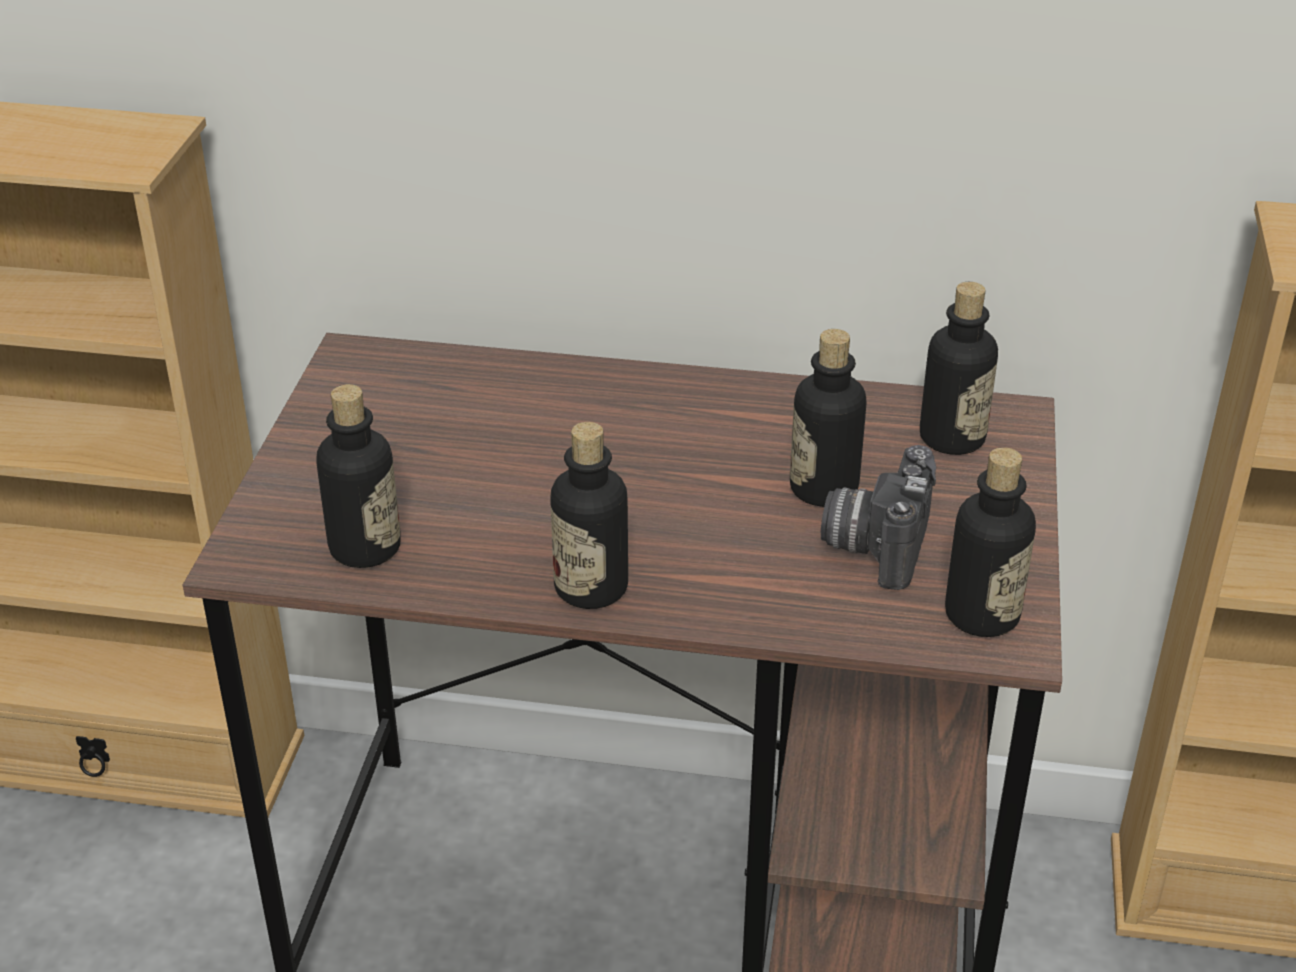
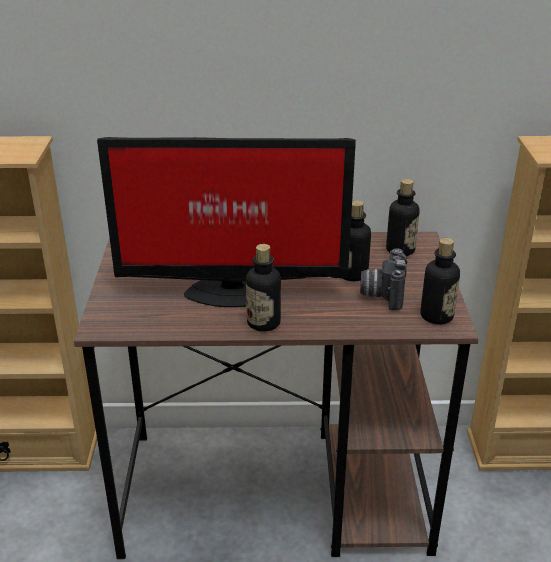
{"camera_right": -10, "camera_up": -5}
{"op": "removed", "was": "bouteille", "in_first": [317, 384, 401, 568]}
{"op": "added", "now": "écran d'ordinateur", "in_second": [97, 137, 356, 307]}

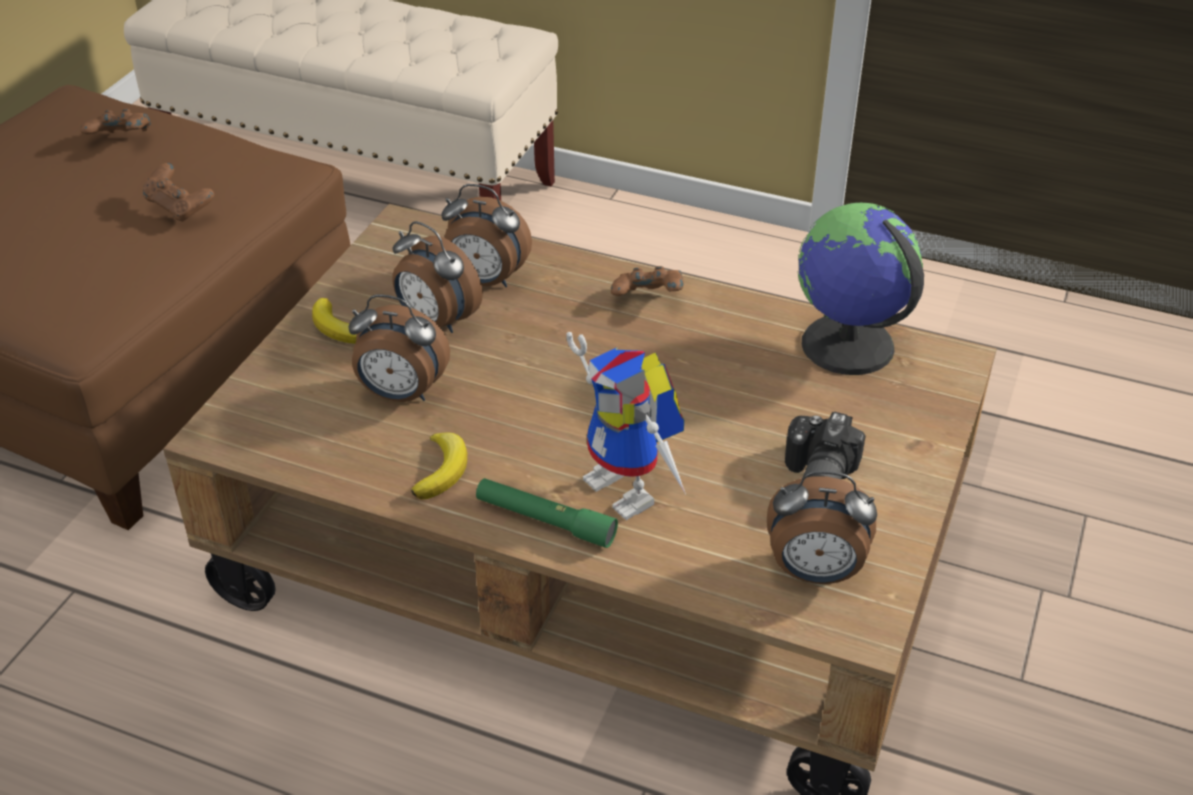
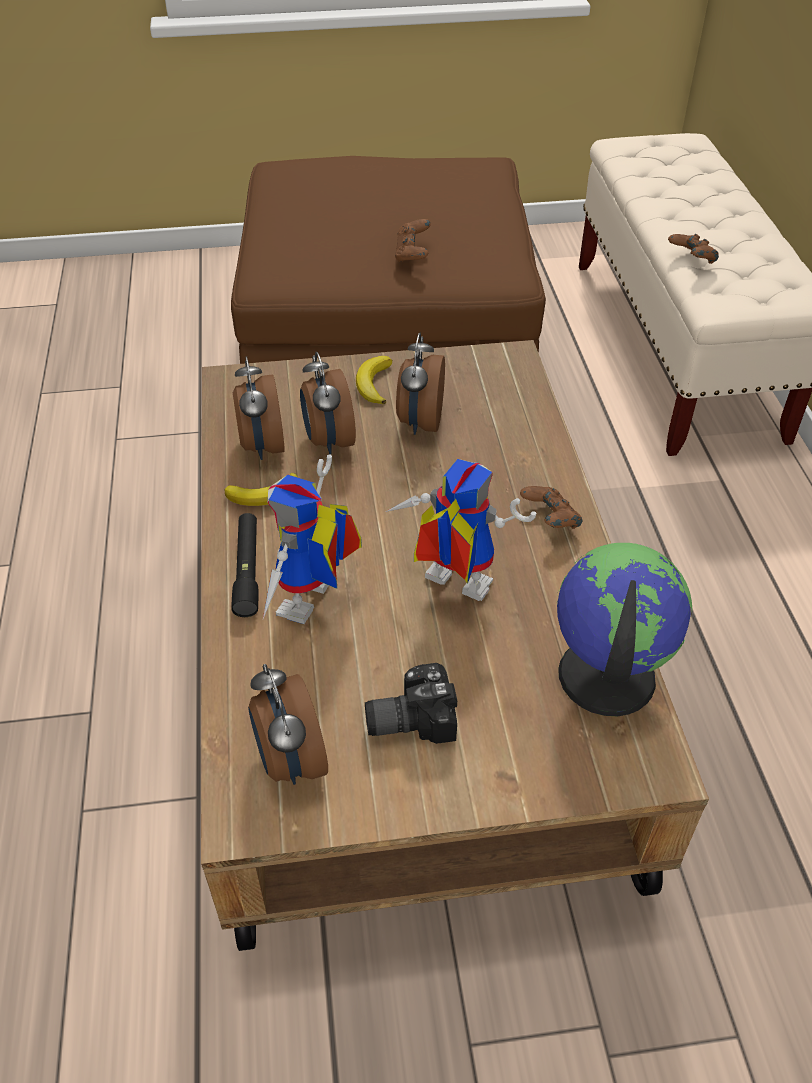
{"camera_right": 60, "camera_up": 5}
{"op": "moved", "was": "manette [marron]", "in_first": [80, 109, 151, 135], "in_second": [668, 234, 719, 264]}
{"op": "moved", "was": "réveil", "in_first": [441, 184, 532, 287], "in_second": [233, 356, 285, 460]}
{"op": "recoloured", "was": "lampe de poche [vert]", "now": "lampe de poche [noir]", "in_first": [476, 478, 618, 548], "in_second": [231, 513, 258, 617]}
{"op": "added", "now": "robot jouet", "in_second": [386, 459, 536, 601]}

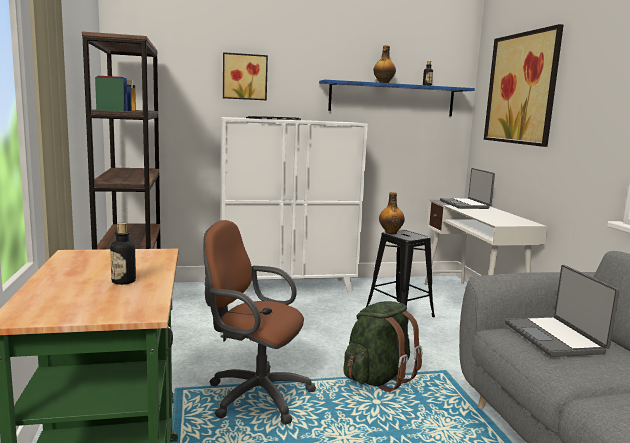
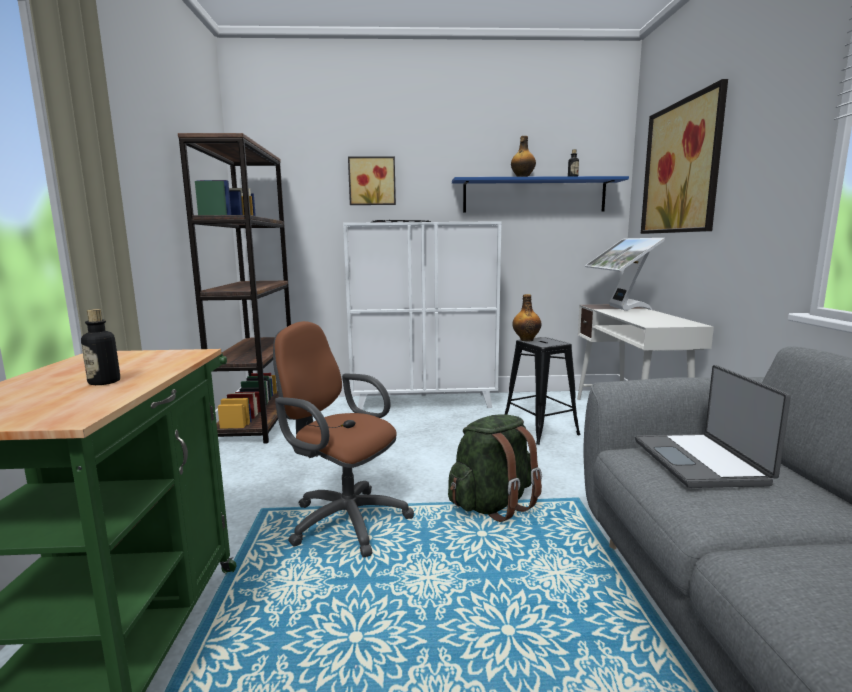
{"camera_right": 10, "camera_up": 0}
{"op": "replaced", "was": "ordinateur portable", "now": "écran d'ordinateur", "in_first": [440, 168, 495, 209], "in_second": [585, 238, 665, 311]}

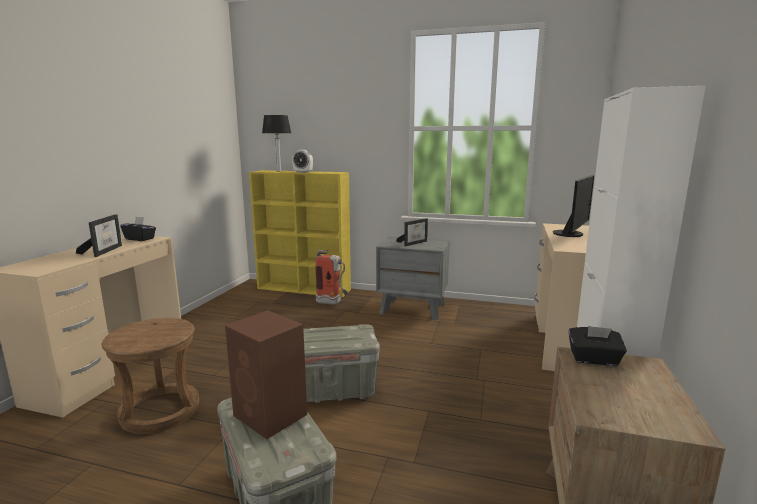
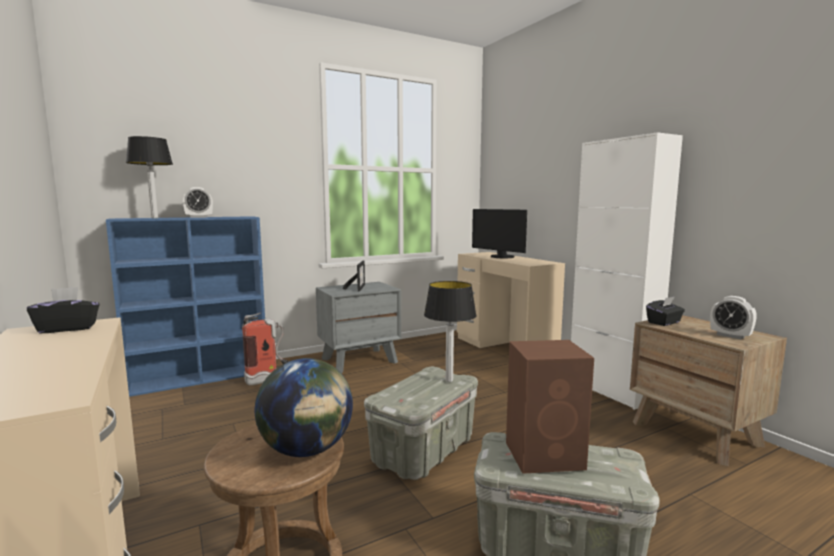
{"camera_right": -45, "camera_up": -5}
{"op": "removed", "was": "cadre photo", "in_first": [76, 214, 122, 257]}
{"op": "recoloured", "was": "bibliothèque [jaune]", "now": "bibliothèque [bleu]", "in_first": [249, 170, 351, 298], "in_second": [106, 216, 265, 397]}
{"op": "turned", "was": "écran d'ordinateur", "in_first": [553, 175, 594, 237], "in_second": [472, 209, 527, 258], "clockwise": 150}
{"op": "added", "now": "globe", "in_second": [255, 358, 353, 457]}
{"op": "added", "now": "lampe de table", "in_second": [424, 281, 477, 382]}
{"op": "added", "now": "réveil", "in_second": [710, 296, 757, 340]}

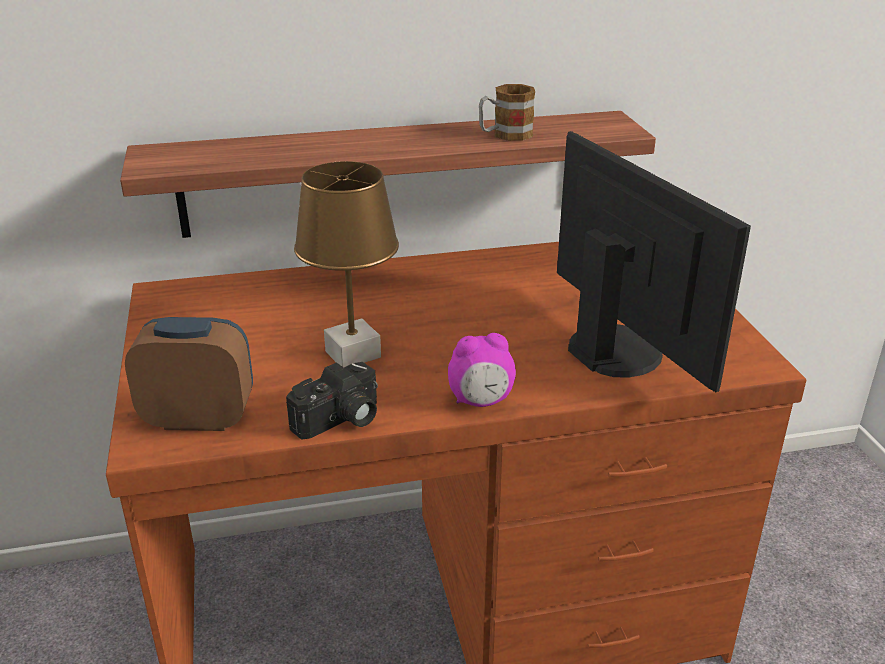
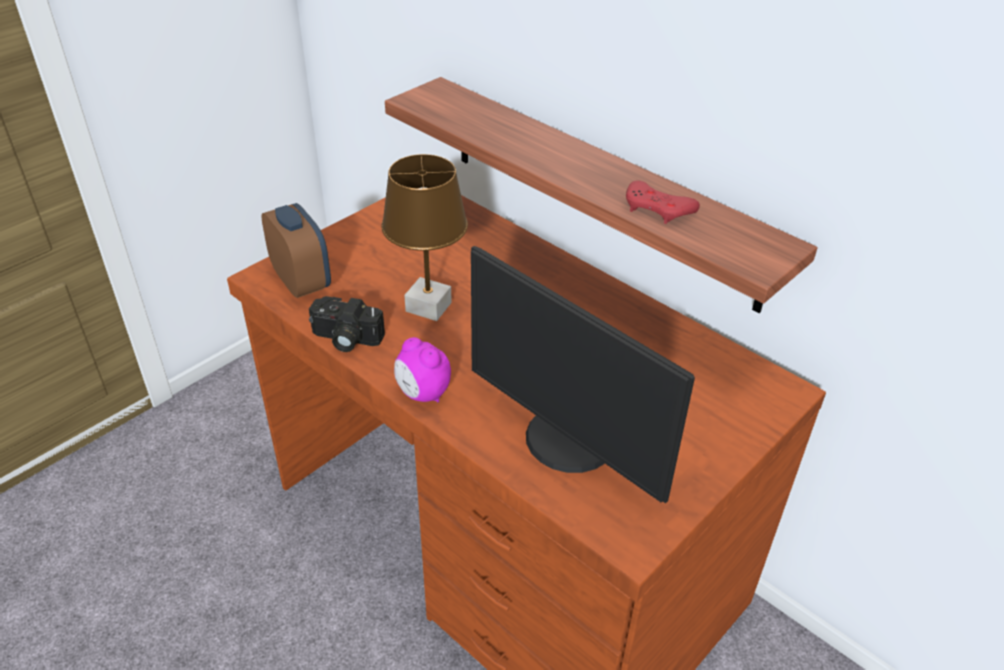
{"camera_right": 55, "camera_up": 10}
{"op": "replaced", "was": "mug", "now": "manette [rouge]", "in_first": [479, 84, 535, 141], "in_second": [626, 181, 700, 224]}
{"op": "turned", "was": "écran d'ordinateur", "in_first": [557, 131, 751, 392], "in_second": [471, 246, 695, 503], "clockwise": 105}

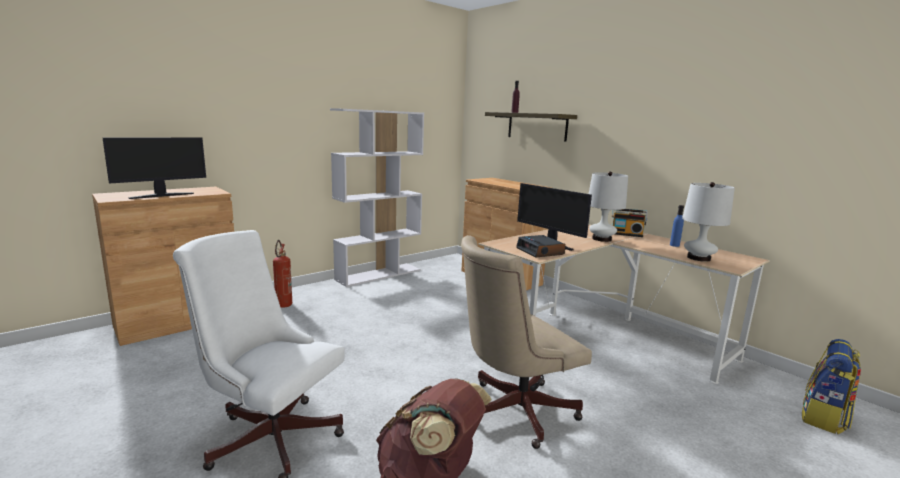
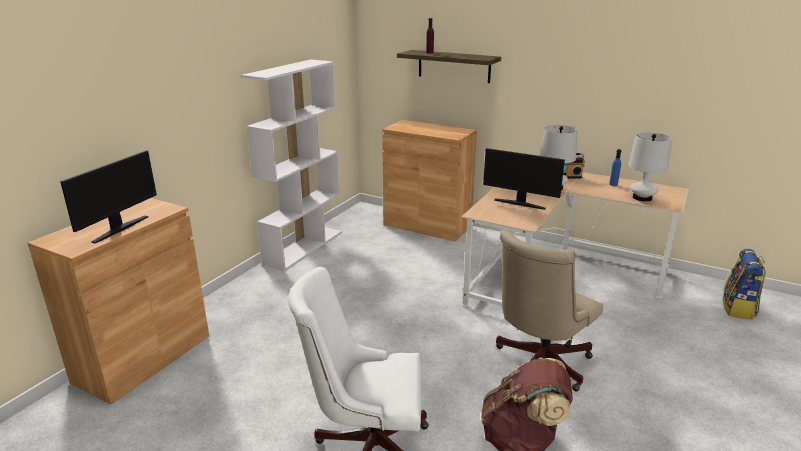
{"camera_right": -20, "camera_up": 10}
{"op": "removed", "was": "extincteur", "in_first": [273, 240, 292, 308]}
{"op": "removed", "was": "réveil", "in_first": [516, 235, 566, 258]}

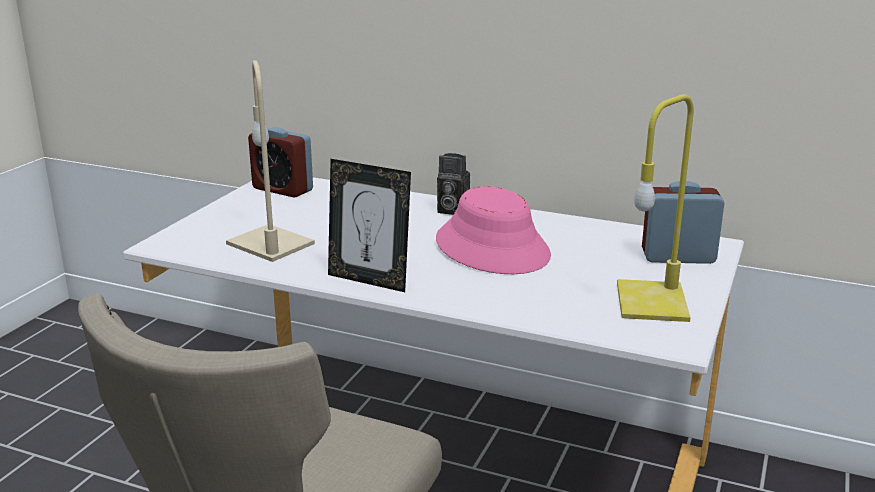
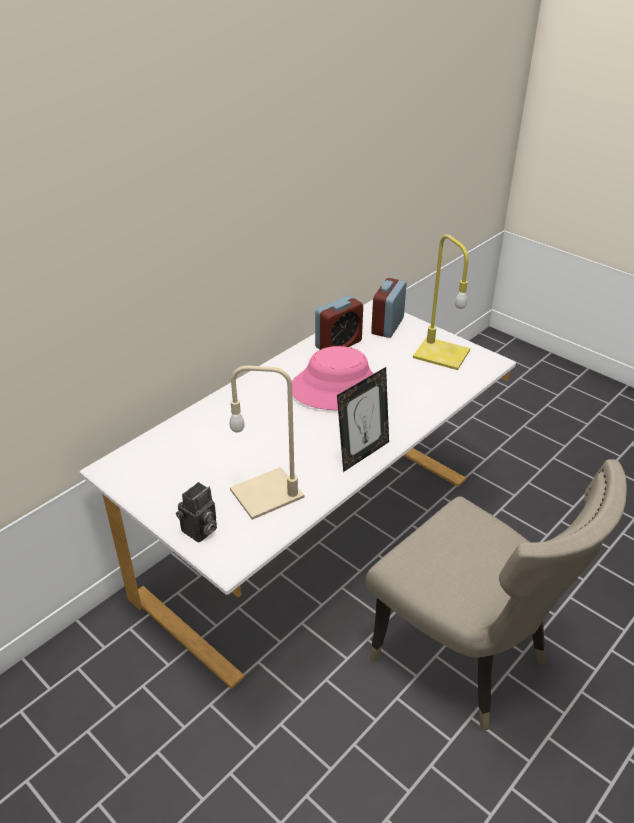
{"camera_right": -70, "camera_up": 15}
{"op": "moved", "was": "réveil", "in_first": [248, 127, 313, 198], "in_second": [315, 296, 363, 350]}
{"op": "moved", "was": "appareil photo", "in_first": [437, 153, 470, 215], "in_second": [176, 482, 217, 543]}

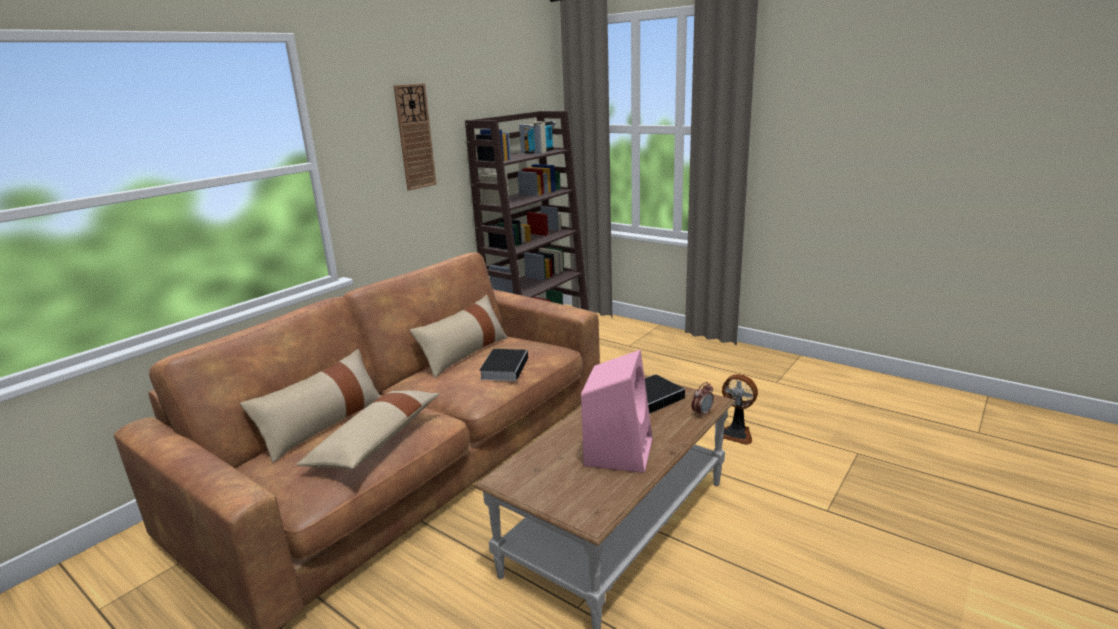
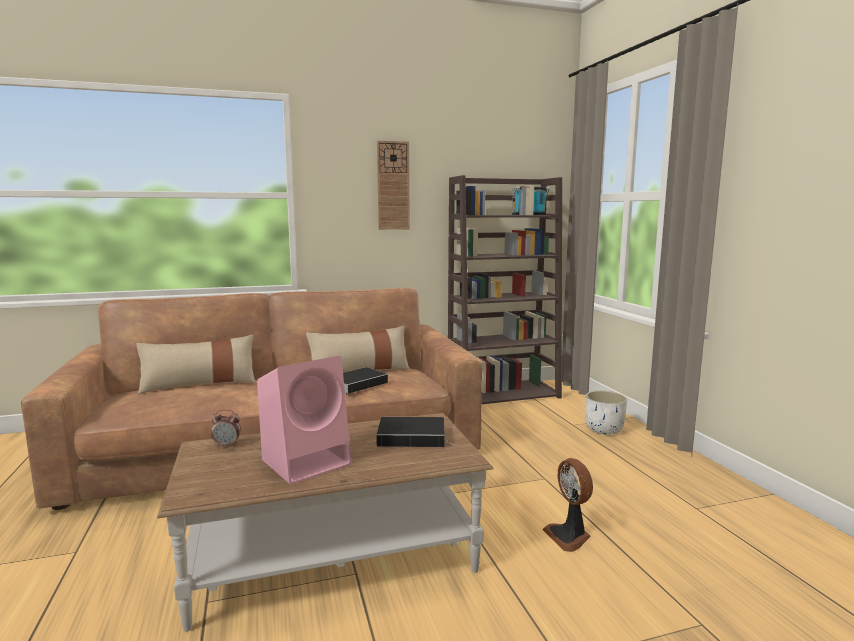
{"camera_right": 35, "camera_up": -10}
{"op": "removed", "was": "coussin [beige]", "in_first": [296, 390, 440, 469]}
{"op": "moved", "was": "réveil", "in_first": [691, 382, 714, 418], "in_second": [211, 409, 241, 447]}
{"op": "added", "now": "cache-pot [blanc]", "in_second": [585, 391, 627, 435]}

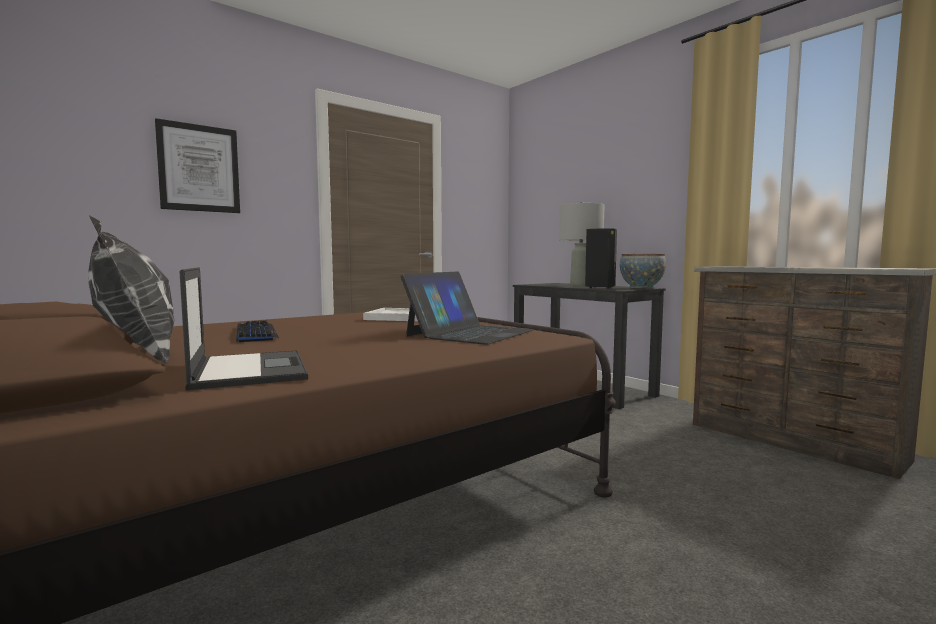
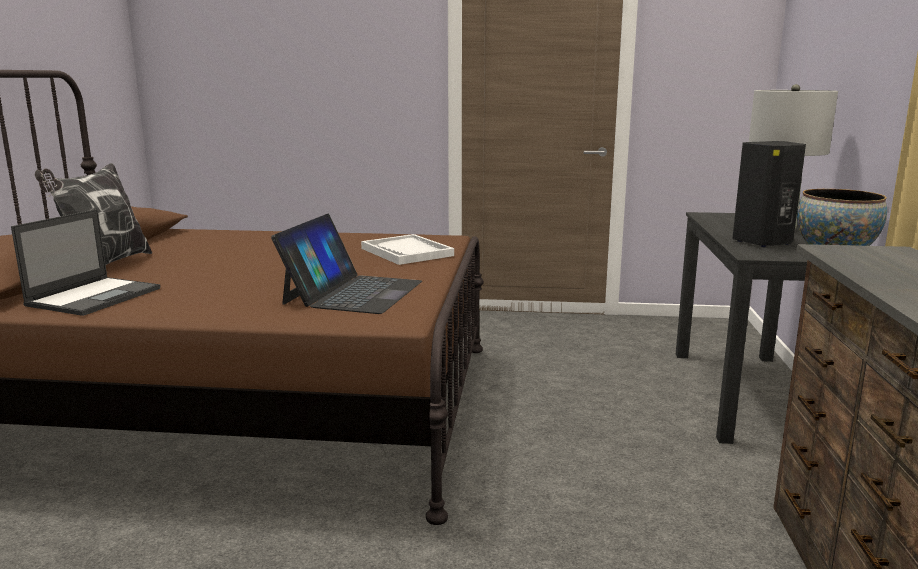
{"camera_right": 45, "camera_up": 10}
{"op": "removed", "was": "tableau", "in_first": [155, 118, 240, 213]}
{"op": "removed", "was": "clavier", "in_first": [236, 321, 279, 342]}
{"op": "turned", "was": "ordinateur portable", "in_first": [400, 272, 534, 345], "in_second": [271, 214, 422, 314], "clockwise": -60}

